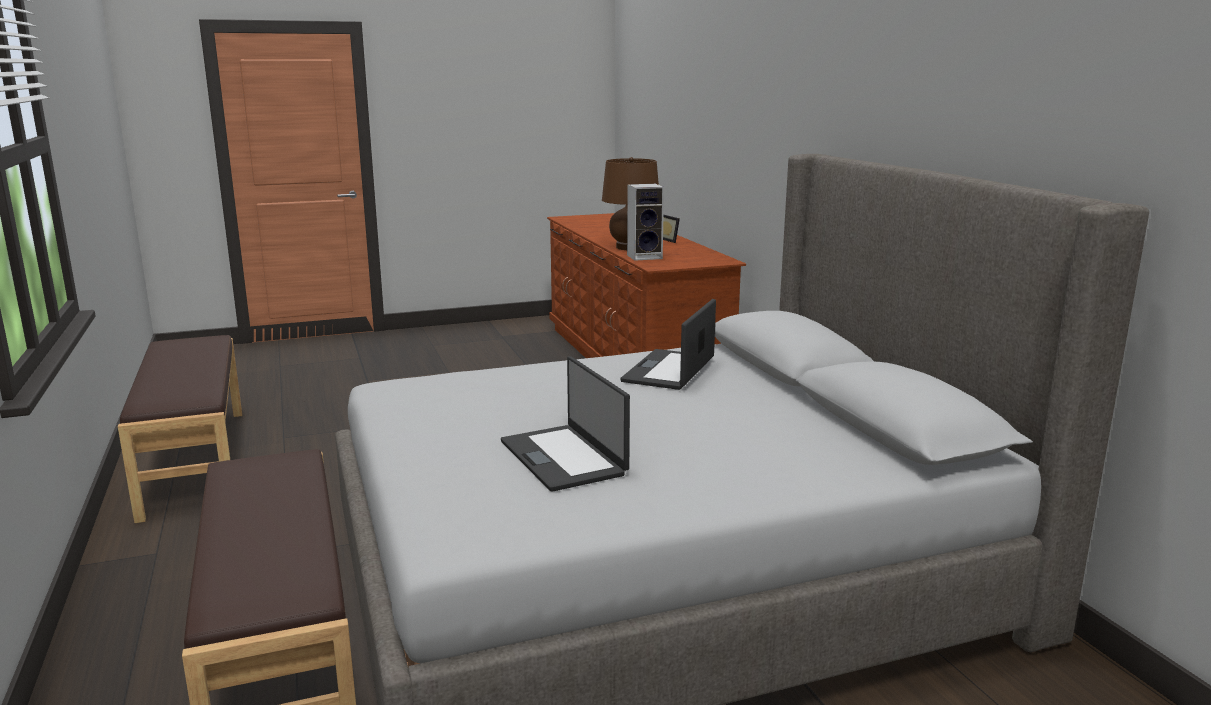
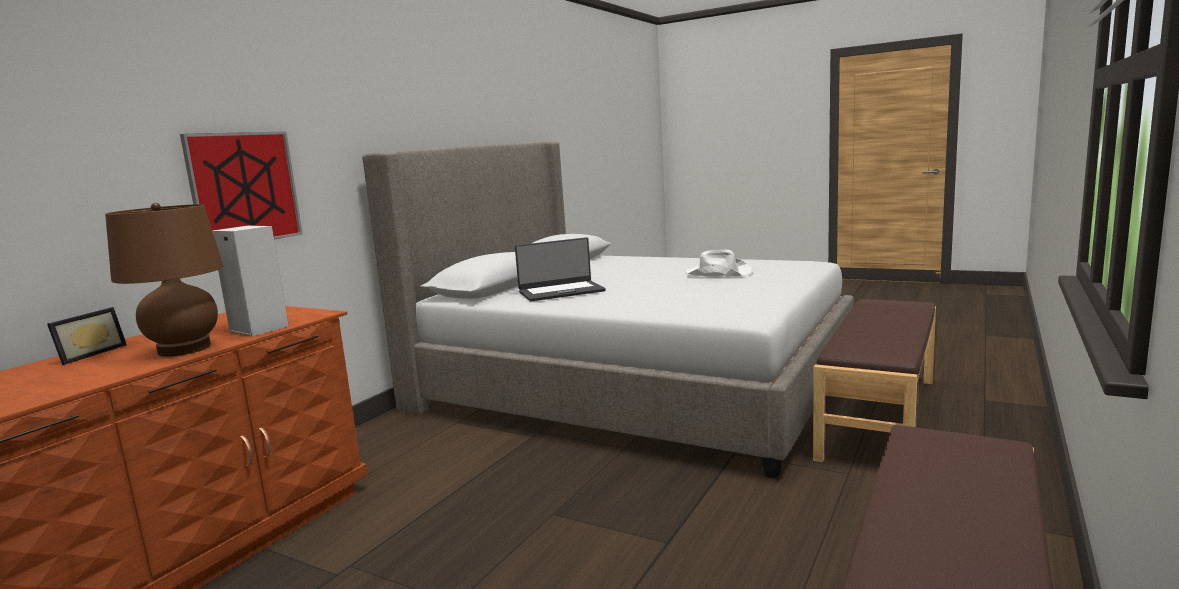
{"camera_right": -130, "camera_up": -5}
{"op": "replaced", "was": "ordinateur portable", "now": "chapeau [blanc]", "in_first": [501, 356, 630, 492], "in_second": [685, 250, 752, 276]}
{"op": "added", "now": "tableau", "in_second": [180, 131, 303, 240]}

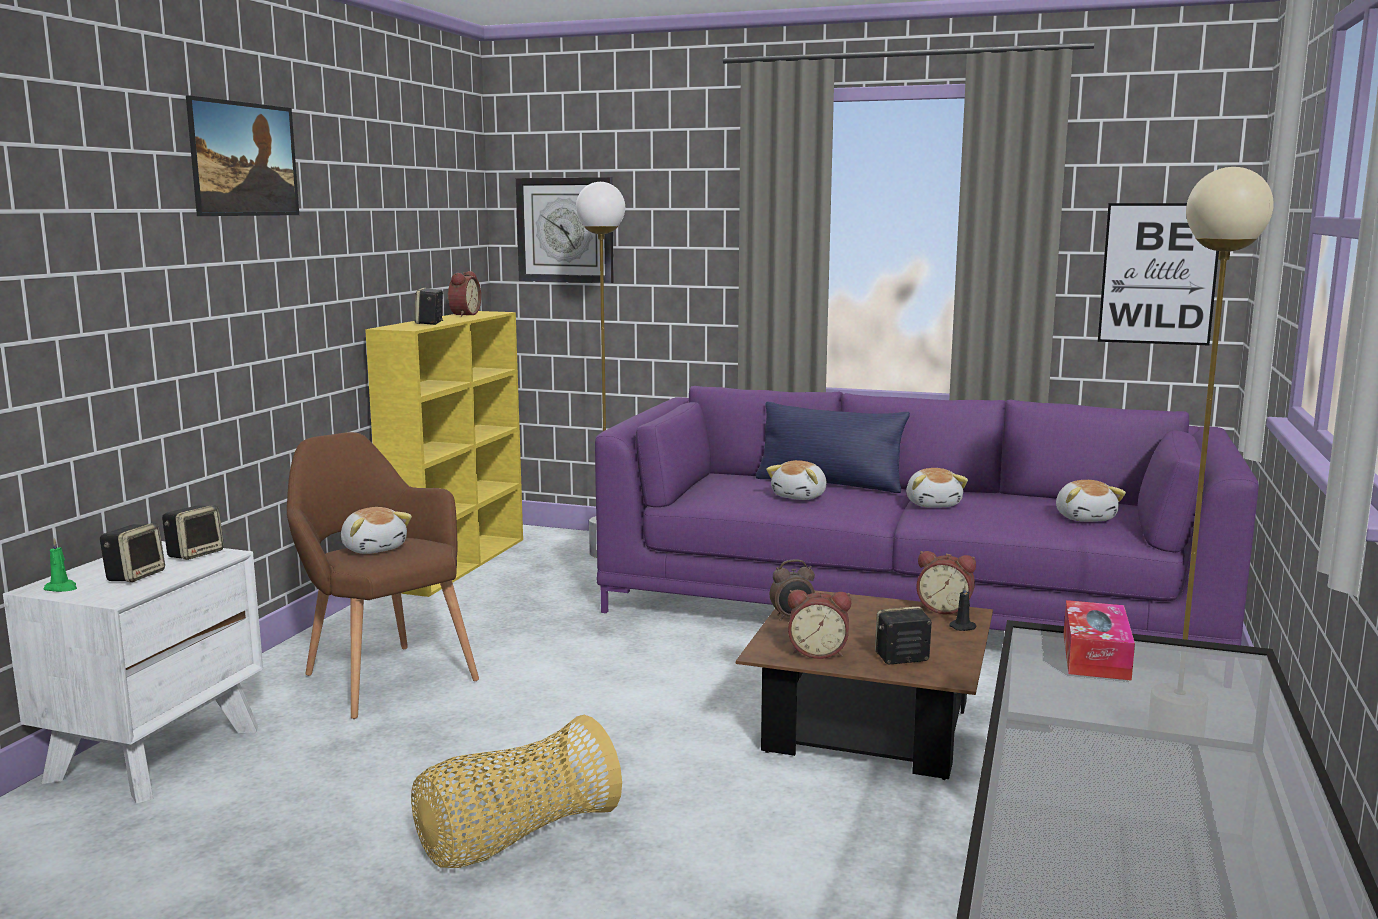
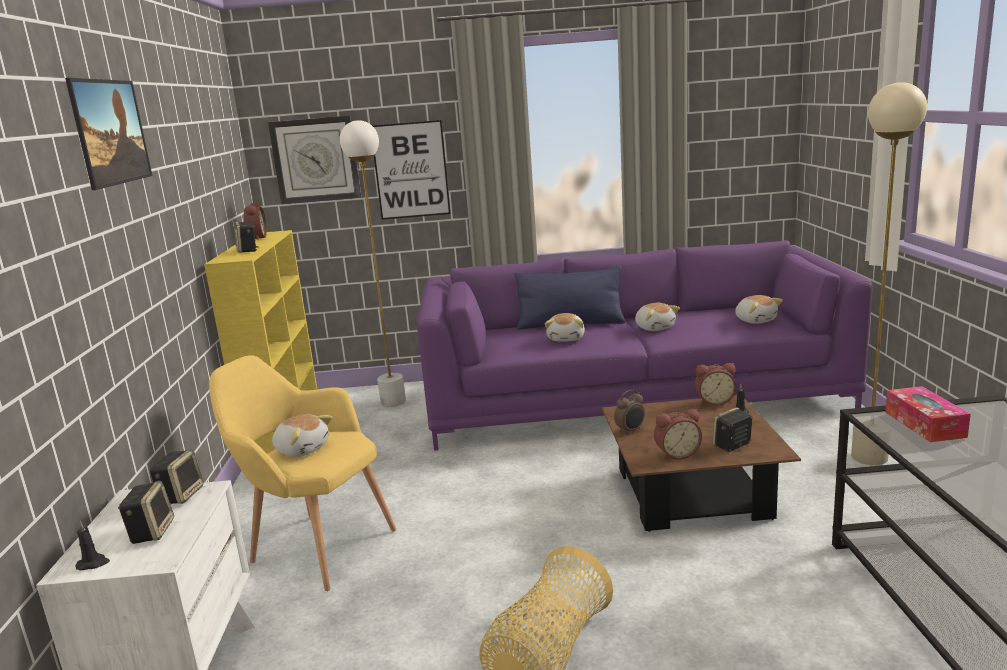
{"camera_right": -20, "camera_up": 5}
{"op": "recoloured", "was": "bougie [vert]", "now": "bougie [noir]", "in_first": [43, 538, 77, 592], "in_second": [75, 521, 110, 571]}
{"op": "recoloured", "was": "fauteuil [marron]", "now": "fauteuil [jaune]", "in_first": [287, 432, 479, 719], "in_second": [209, 355, 396, 591]}
{"op": "moved", "was": "tableau", "in_first": [1098, 203, 1219, 345], "in_second": [372, 120, 451, 220]}

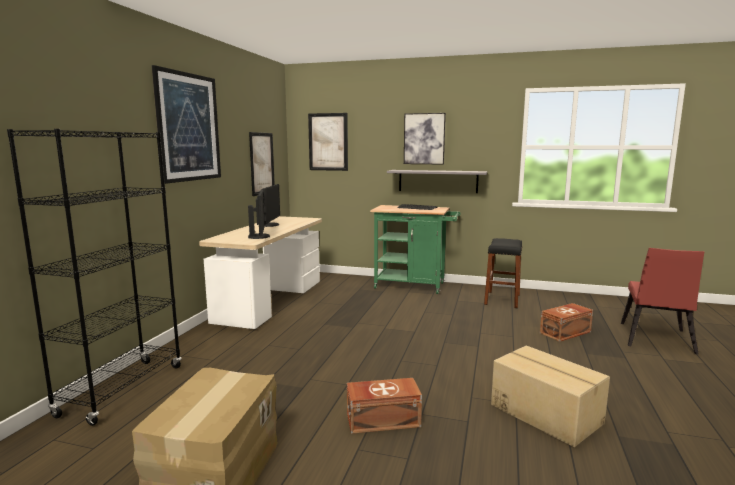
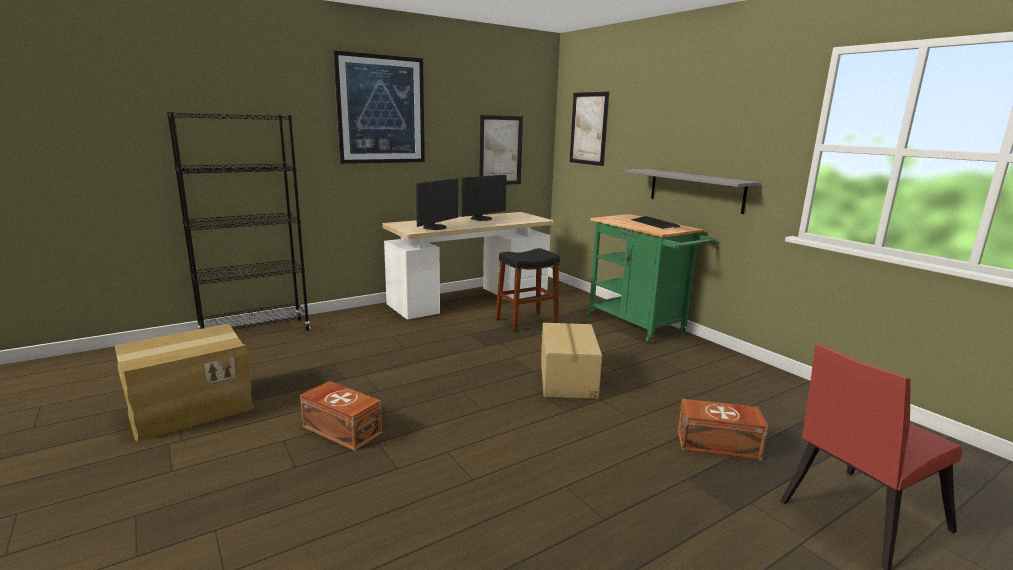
{"camera_right": 40, "camera_up": 5}
{"op": "removed", "was": "tableau", "in_first": [404, 113, 446, 165]}
{"op": "moved", "was": "tabouret [noir]", "in_first": [484, 238, 522, 308], "in_second": [496, 248, 560, 332]}
{"op": "moved", "was": "carton", "in_first": [491, 346, 610, 447], "in_second": [541, 323, 602, 399]}

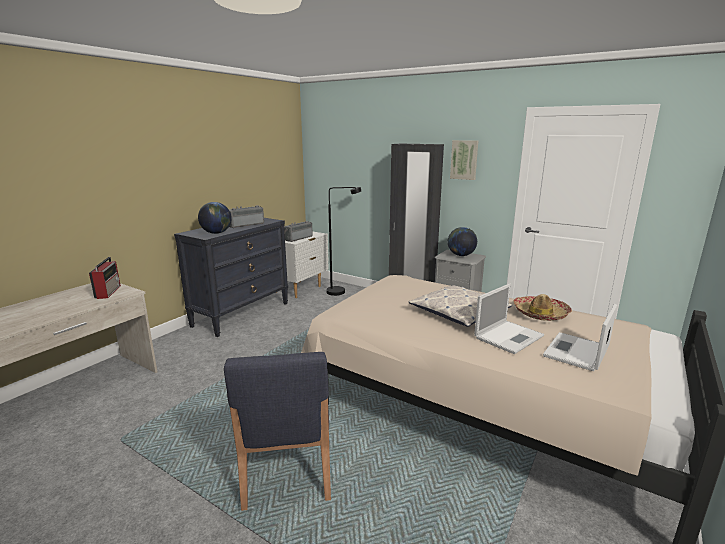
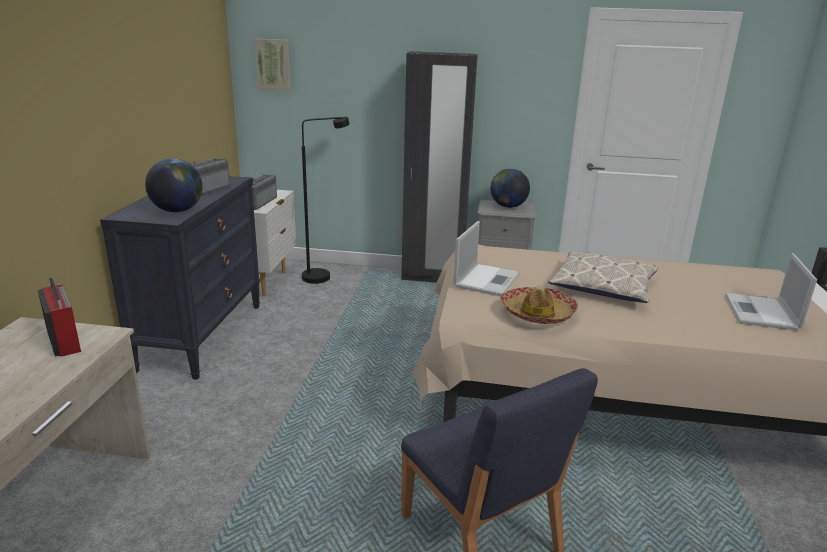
{"camera_right": -25, "camera_up": 5}
{"op": "moved", "was": "tableau", "in_first": [450, 140, 478, 180], "in_second": [254, 39, 291, 92]}
{"op": "moved", "was": "ordinateur portable", "in_first": [474, 284, 544, 354], "in_second": [453, 221, 520, 296]}
{"op": "moved", "was": "chapeau", "in_first": [513, 294, 572, 321], "in_second": [501, 286, 578, 324]}

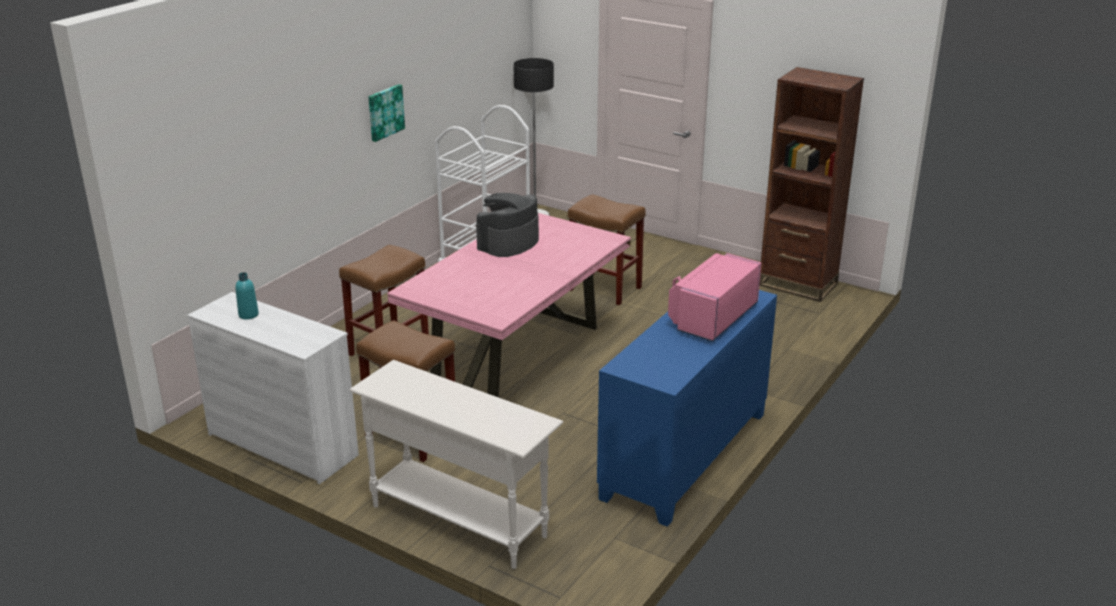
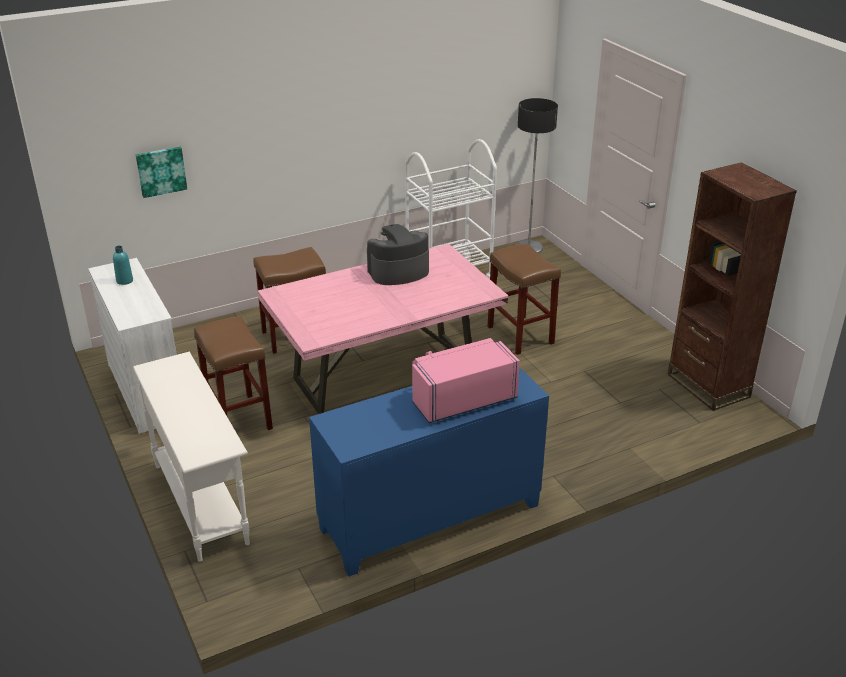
{"camera_right": 30, "camera_up": 5}
{"op": "moved", "was": "tableau", "in_first": [368, 84, 405, 142], "in_second": [136, 147, 187, 198]}

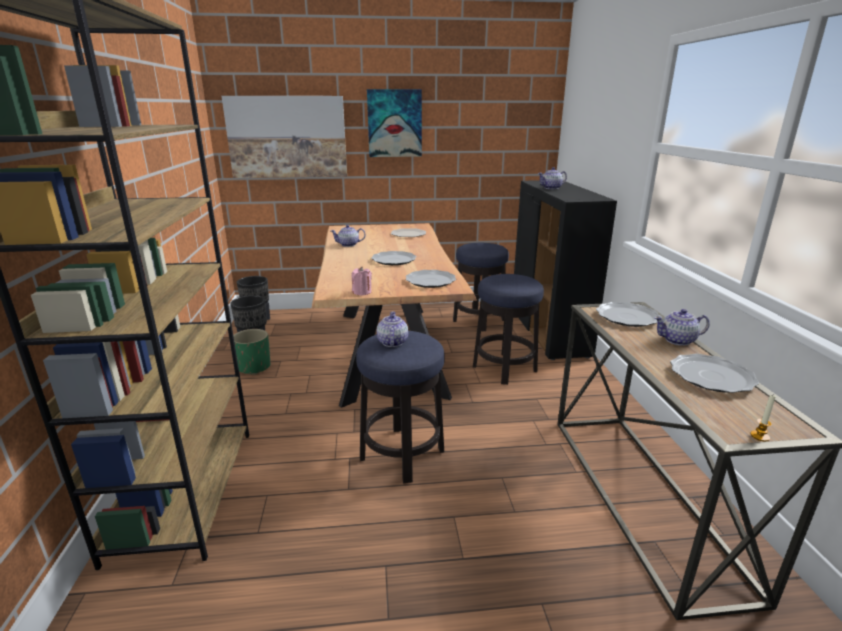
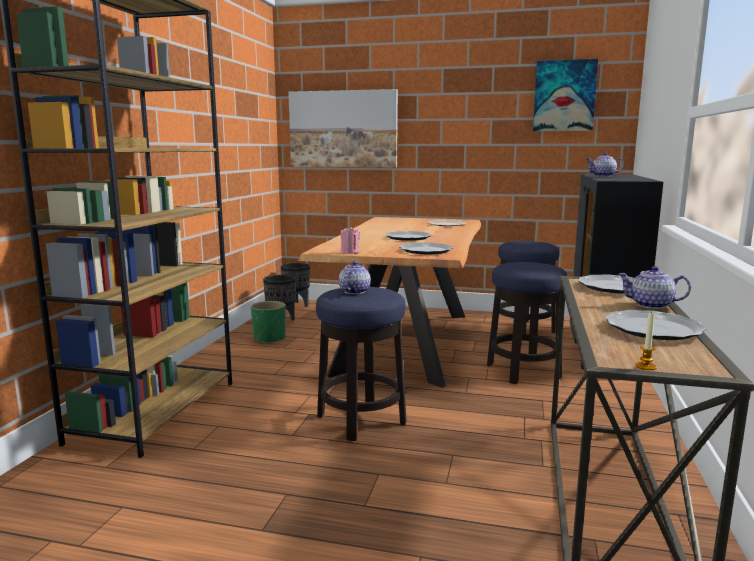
{"camera_right": 20, "camera_up": -10}
{"op": "removed", "was": "théière", "in_first": [331, 225, 366, 247]}
{"op": "moved", "was": "tableau", "in_first": [367, 89, 422, 157], "in_second": [533, 59, 598, 131]}

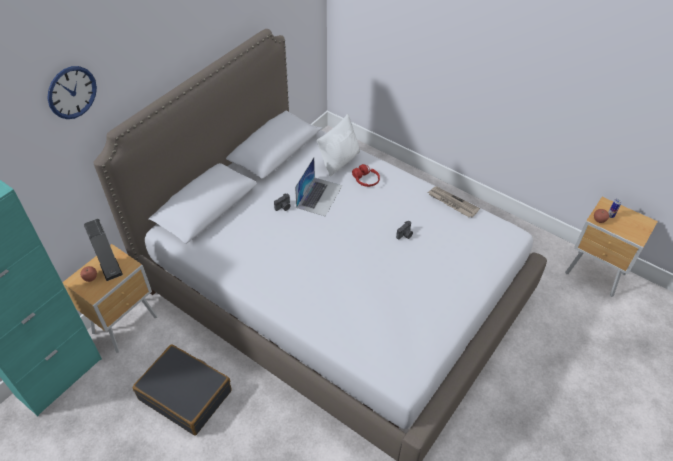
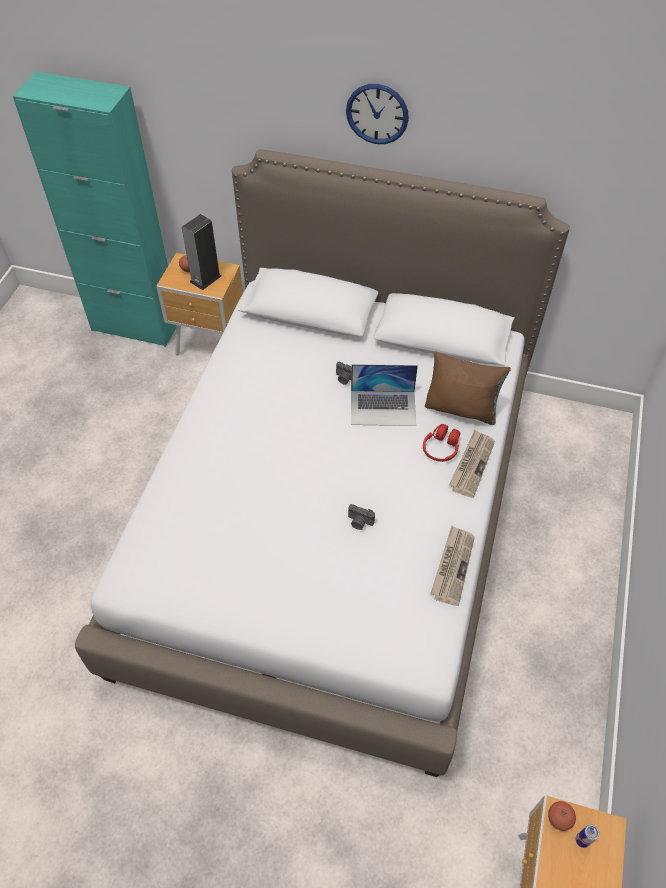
{"camera_right": 70, "camera_up": 5}
{"op": "moved", "was": "horloge murale", "in_first": [47, 66, 97, 119], "in_second": [346, 84, 409, 144]}
{"op": "removed", "was": "valise [noir]", "in_first": [133, 344, 231, 436]}
{"op": "recoloured", "was": "coussin [blanc]", "now": "coussin [marron]", "in_first": [317, 114, 360, 177], "in_second": [425, 351, 511, 425]}
{"op": "added", "now": "journal", "in_second": [449, 430, 495, 498]}

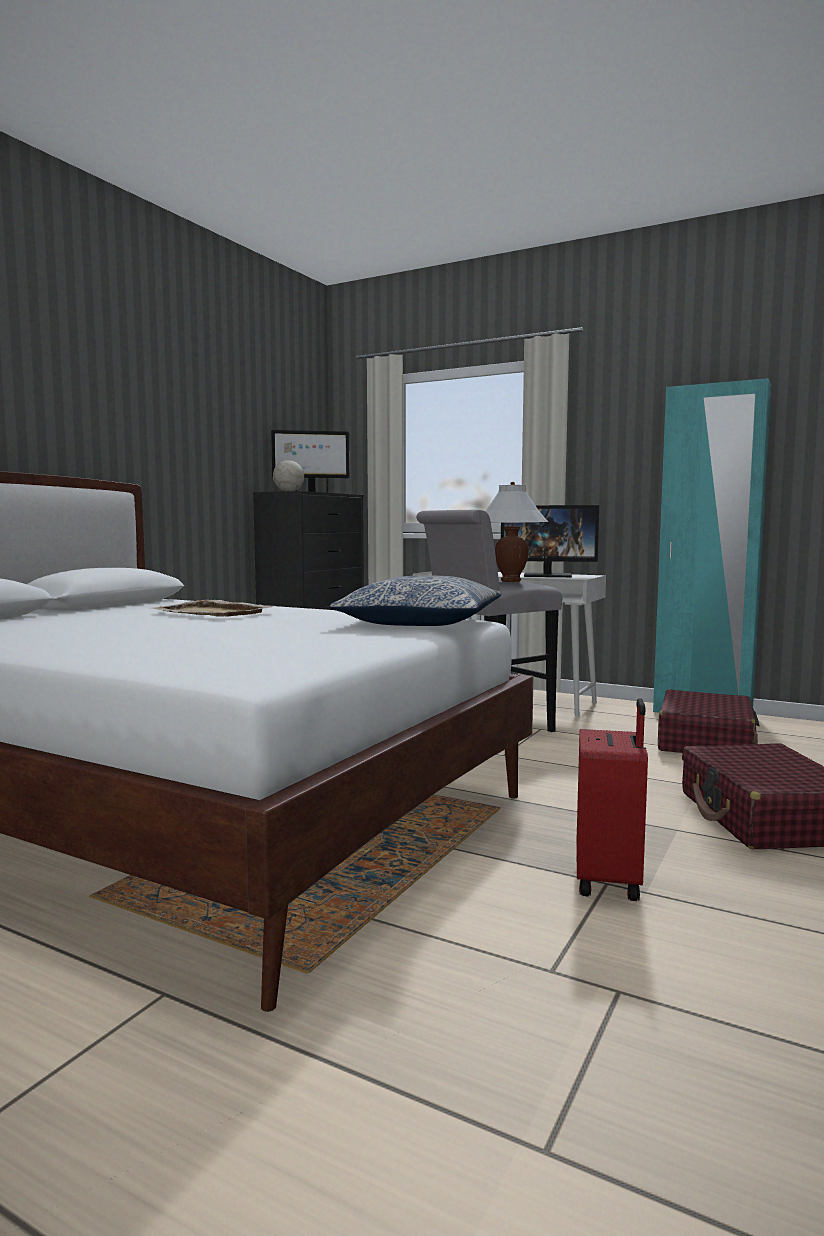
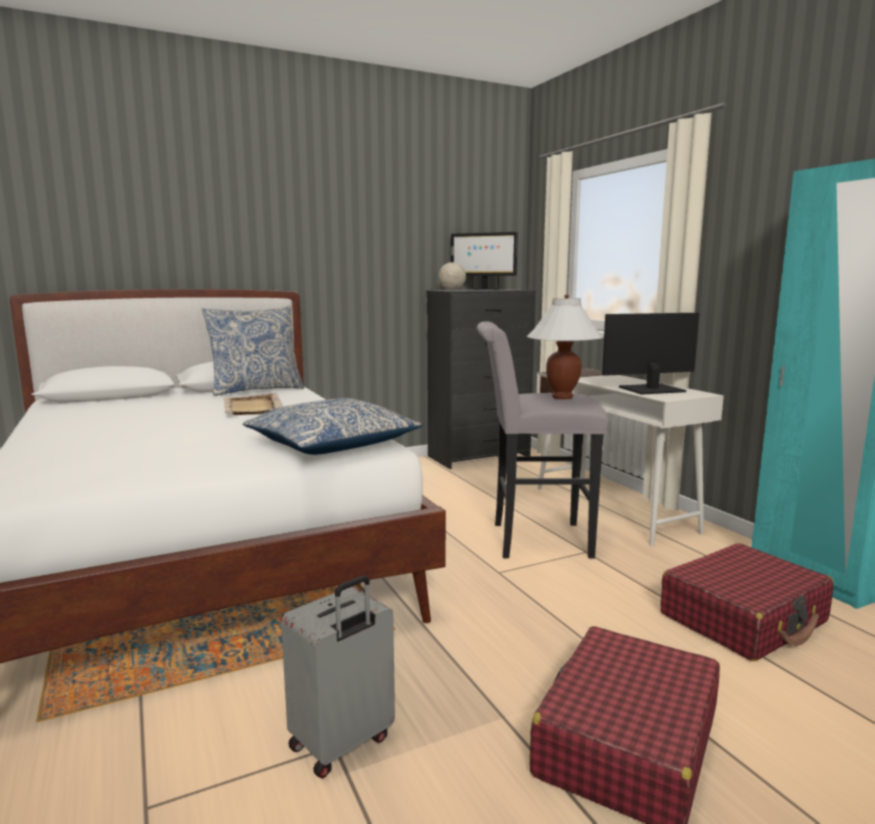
{"camera_right": 35, "camera_up": 5}
{"op": "turned", "was": "écran d'ordinateur", "in_first": [501, 505, 599, 577], "in_second": [602, 313, 699, 395], "clockwise": 120}
{"op": "recoloured", "was": "valise [rouge]", "now": "valise [gris]", "in_first": [576, 698, 648, 901], "in_second": [281, 576, 395, 778]}
{"op": "added", "now": "coussin", "in_second": [202, 306, 304, 396]}

